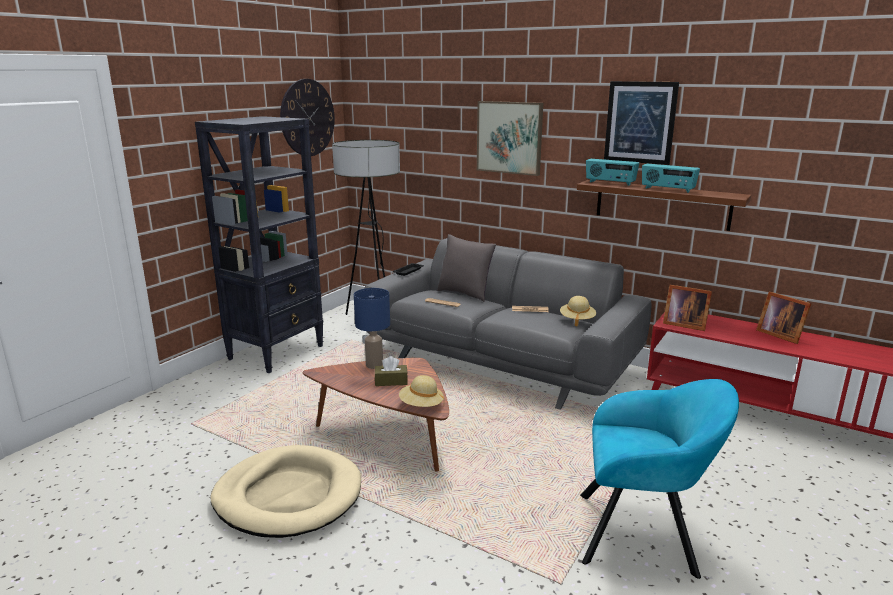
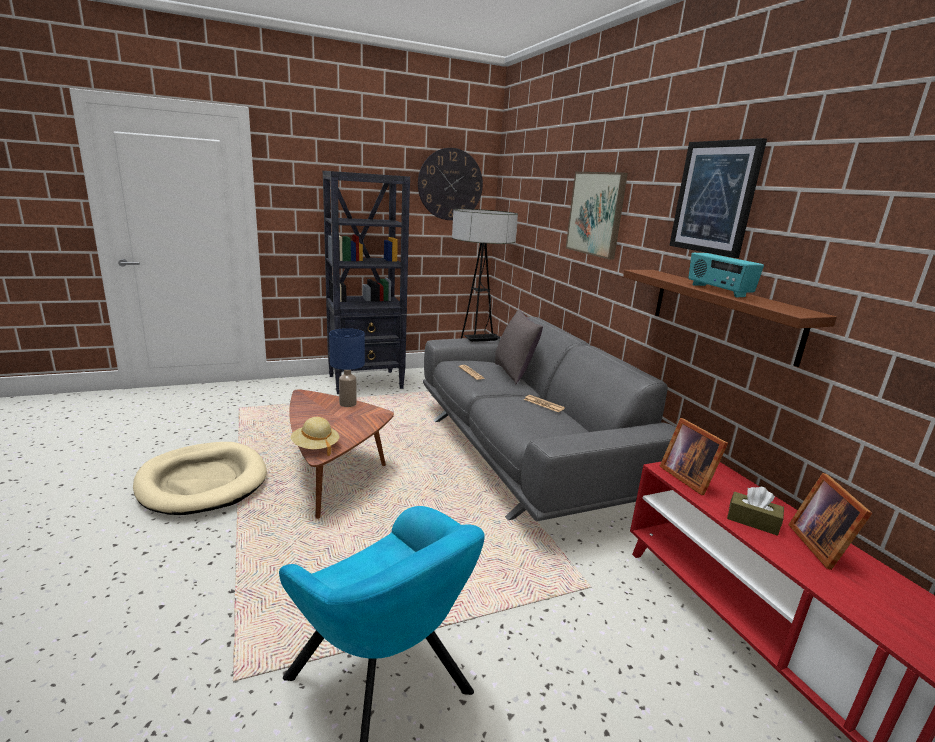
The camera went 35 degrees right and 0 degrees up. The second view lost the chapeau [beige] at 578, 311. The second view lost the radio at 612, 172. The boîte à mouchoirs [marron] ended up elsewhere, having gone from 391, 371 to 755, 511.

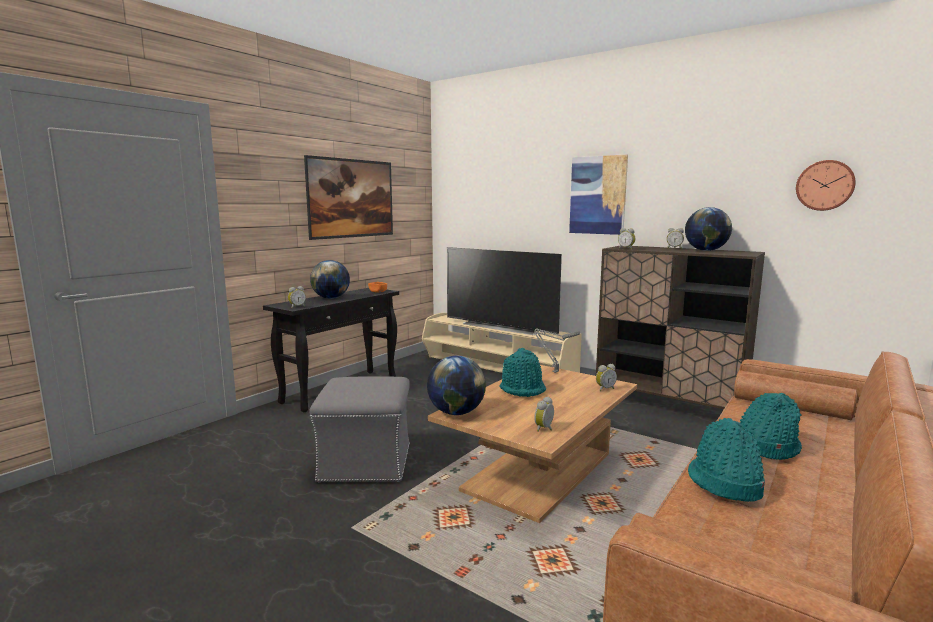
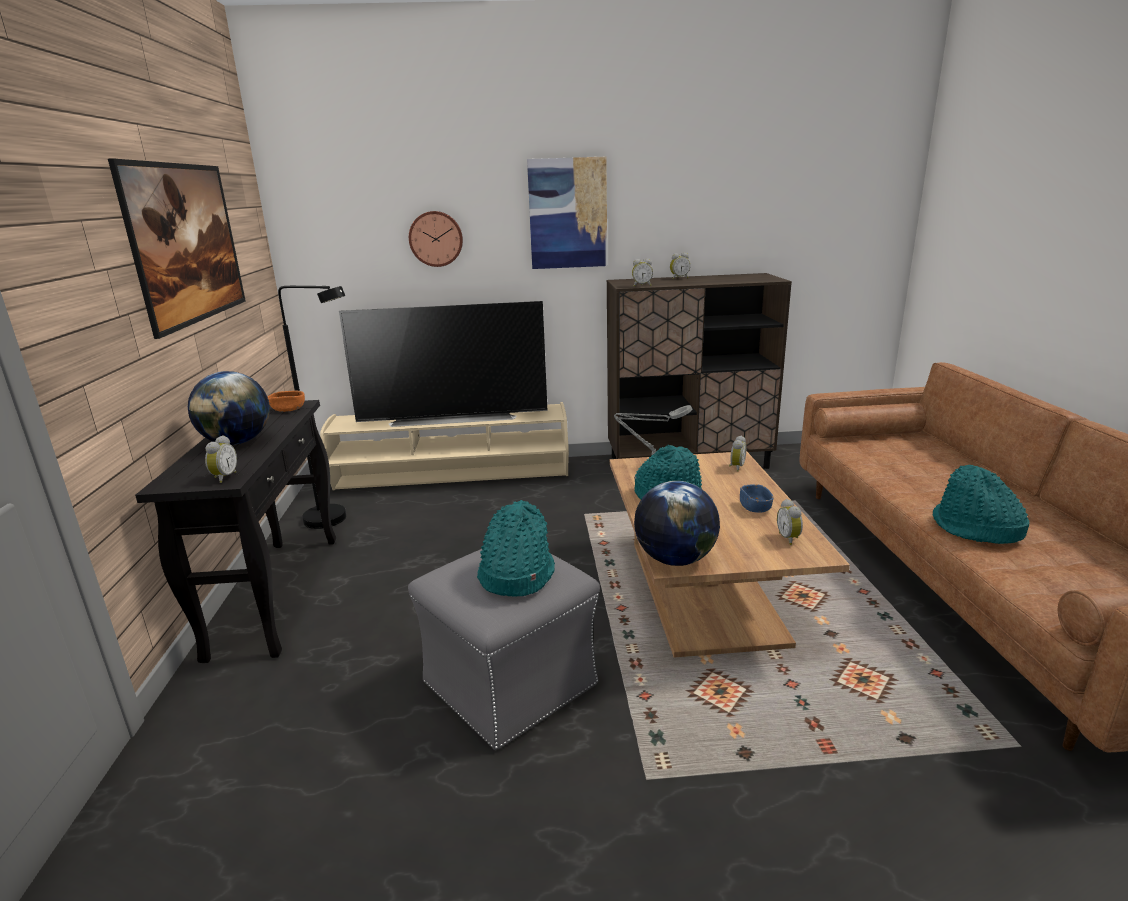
The camera went 40 degrees left and 10 degrees up. The second view lost the globe at 708, 229. The second view gained the lampadaire [noir] at 312, 407. The second view gained the bol [bleu] at 756, 498. The chapeau [turquoise] ended up elsewhere, having gone from 771, 426 to 516, 548. The horloge murale ended up elsewhere, having gone from 826, 185 to 436, 239.

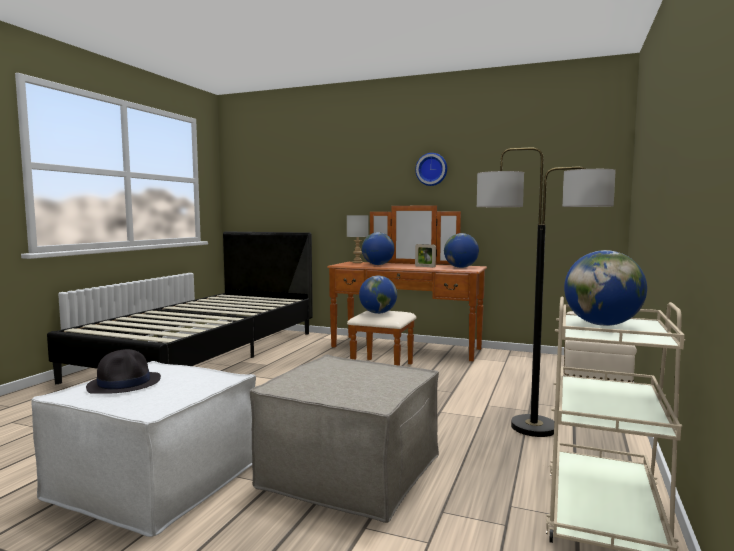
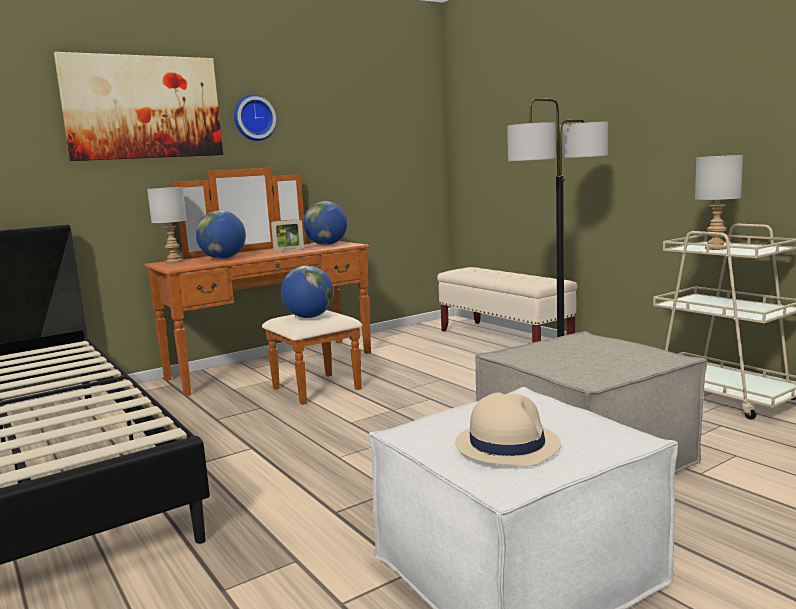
The camera went 55 degrees left and 5 degrees up. The second view gained the tableau at 138, 106. Where the globe stood at 605, 288, the lampe de table [gris] came to stand at 719, 202. What was the chapeau [noir] at 123, 371 turned into the chapeau [beige] at 508, 429.

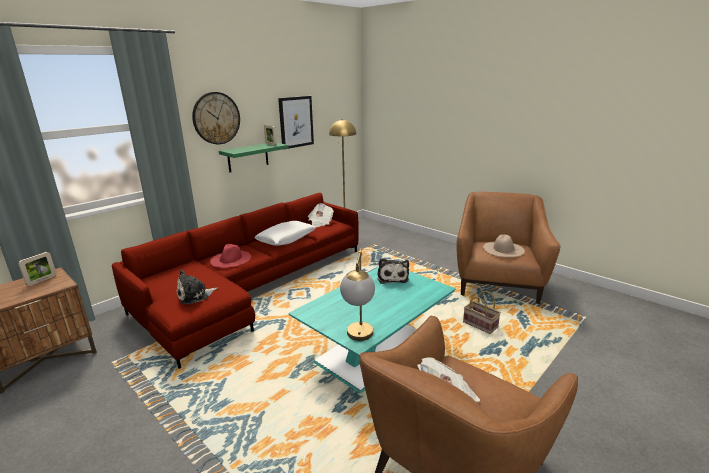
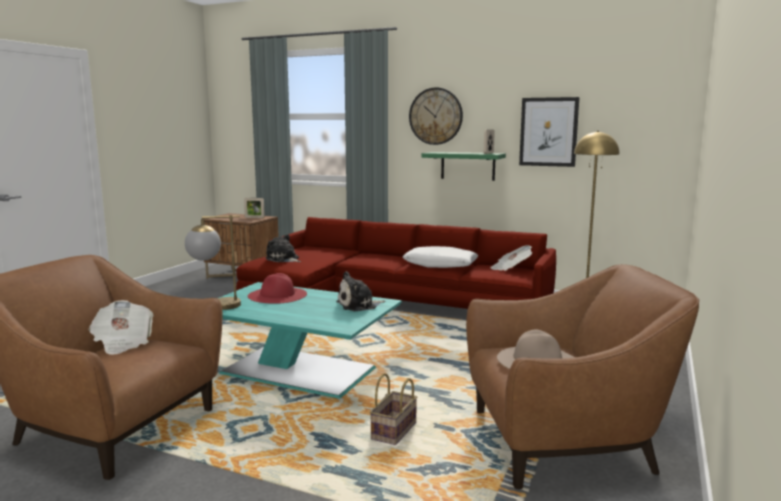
The camera went 70 degrees right and 10 degrees down. The chapeau [rouge] ended up elsewhere, having gone from 230, 256 to 277, 288.

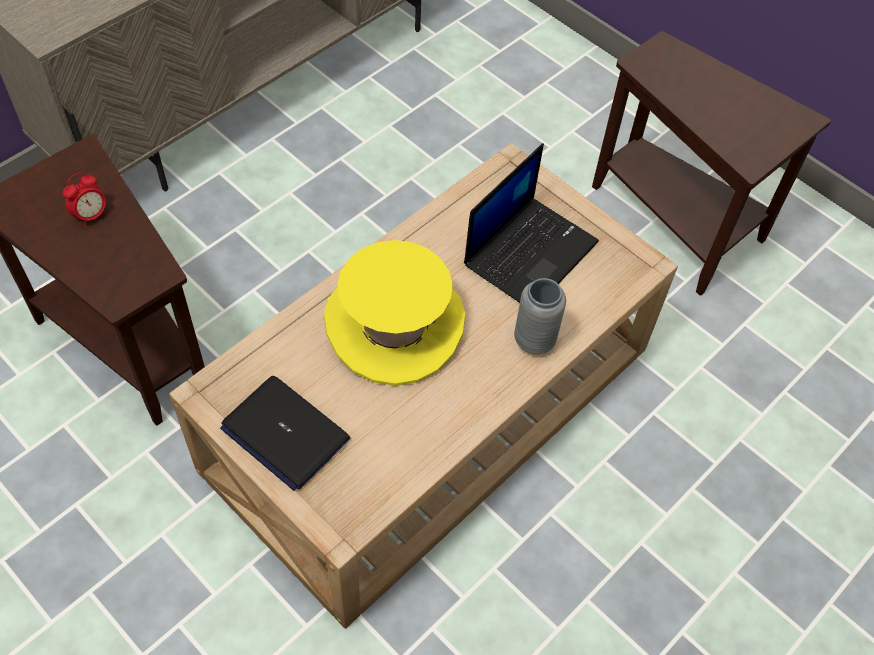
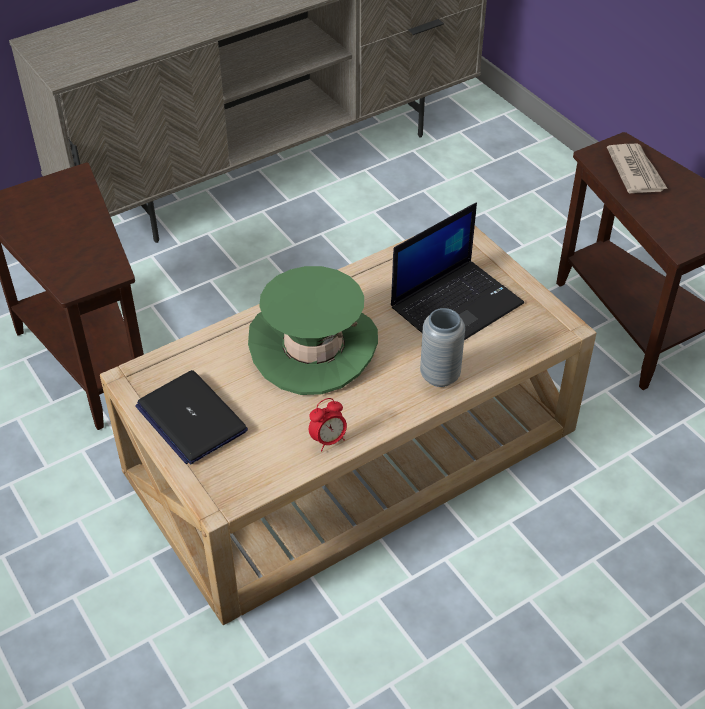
The camera went 15 degrees right and 10 degrees down. The second view gained the journal at 637, 168. The réveil ended up elsewhere, having gone from 85, 200 to 328, 424. What was the chapeau [jaune] at 394, 313 turned into the chapeau [vert] at 313, 330.

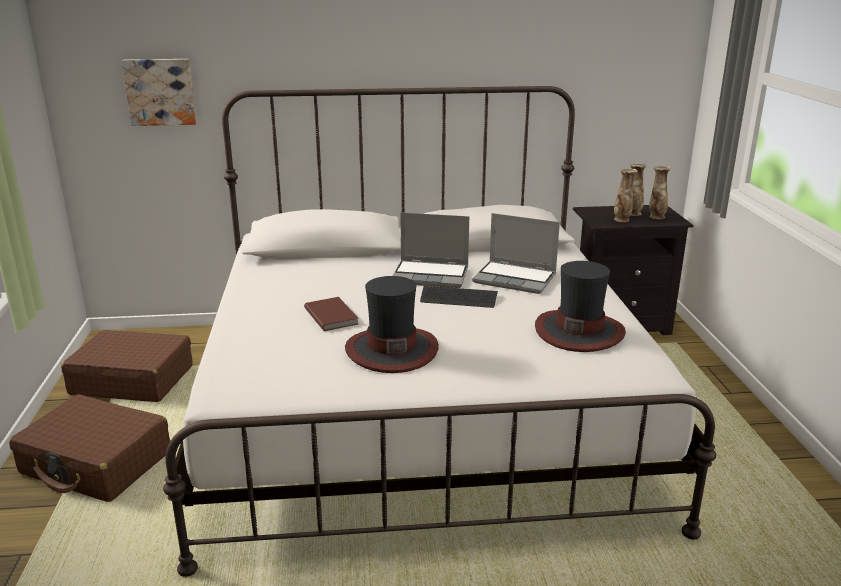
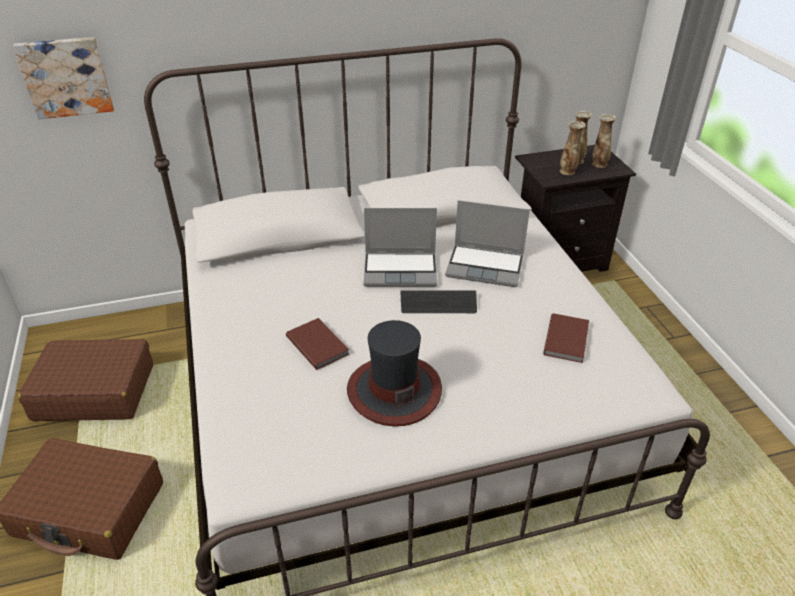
The camera went 10 degrees left and 15 degrees up. Where the chapeau stood at 580, 306, the livre [marron] came to stand at 566, 338.

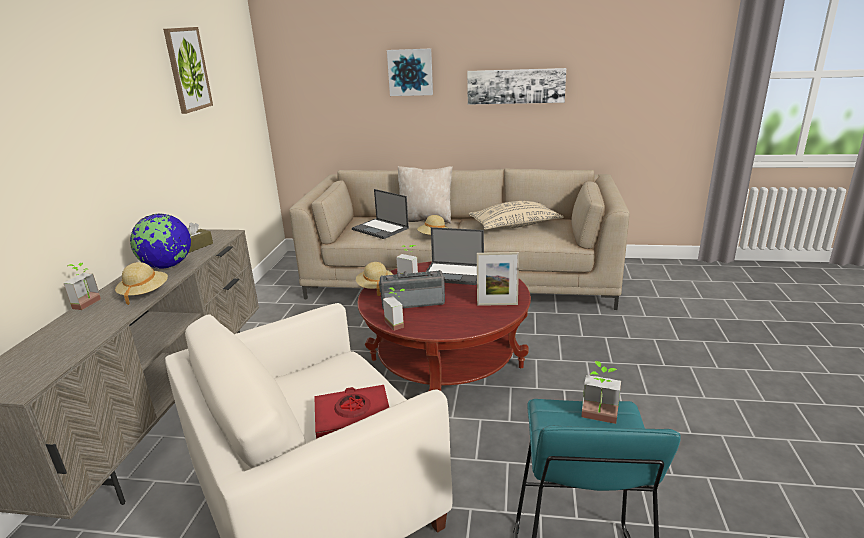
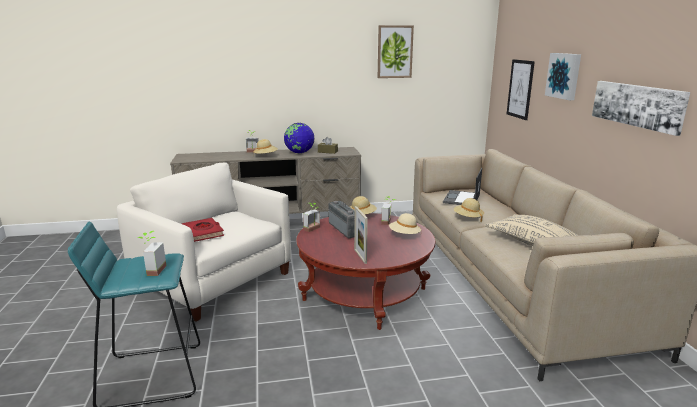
The camera went 70 degrees right and 5 degrees down. The second view lost the coussin [beige] at 425, 195. The second view gained the tableau at 521, 89. Where the ordinateur portable stood at 455, 256, the chapeau [beige] came to stand at 405, 223.

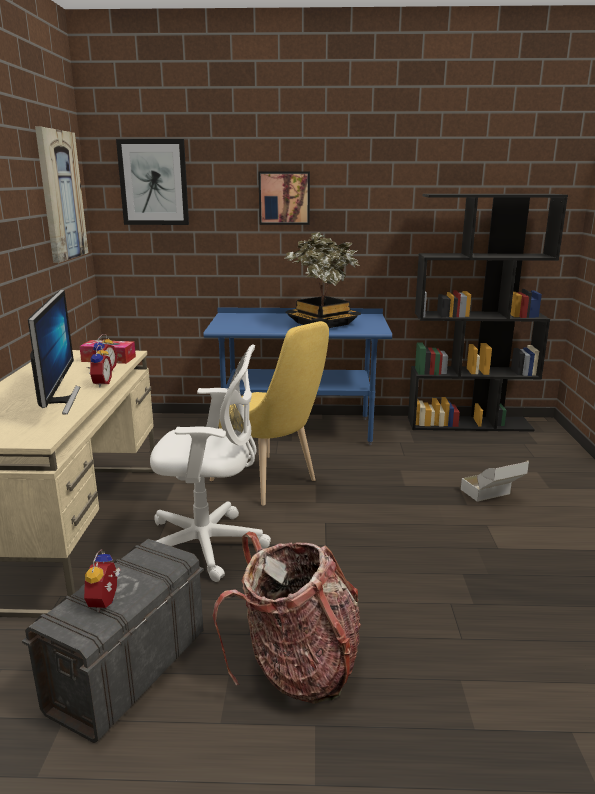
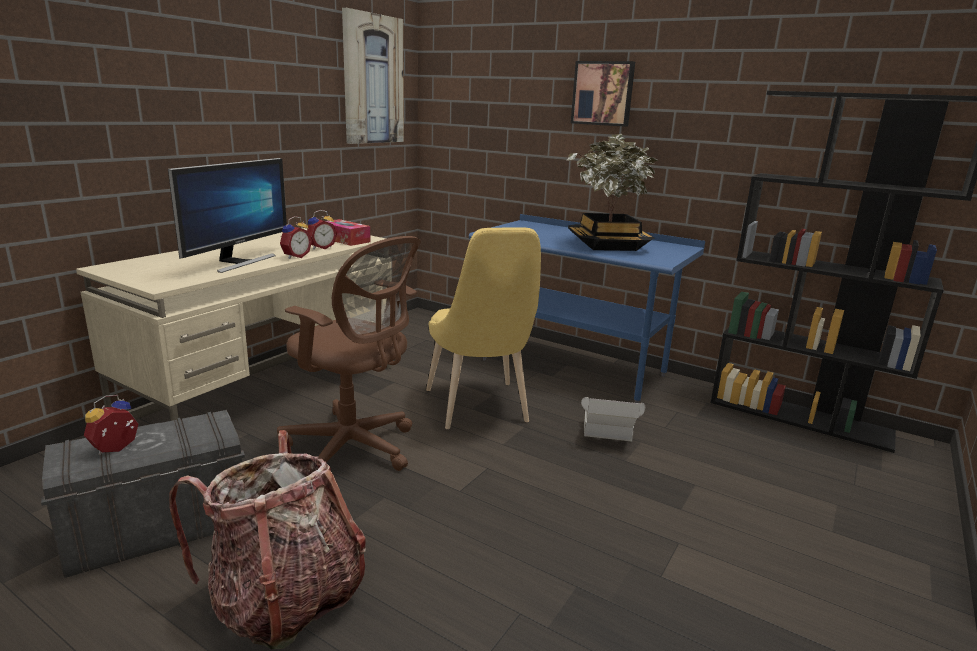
The camera went 30 degrees right and 0 degrees up. The second view lost the tableau at 152, 182. The carton ended up elsewhere, having gone from 495, 481 to 613, 419. What was the chaise de bureau [blanc] at 210, 463 turned into the chaise de bureau [marron] at 349, 353.

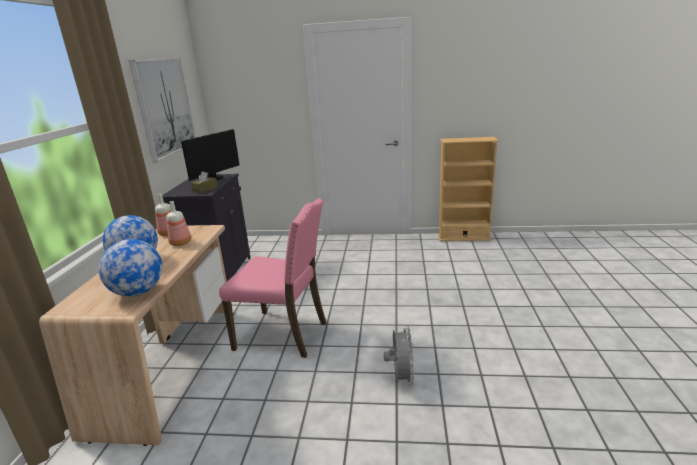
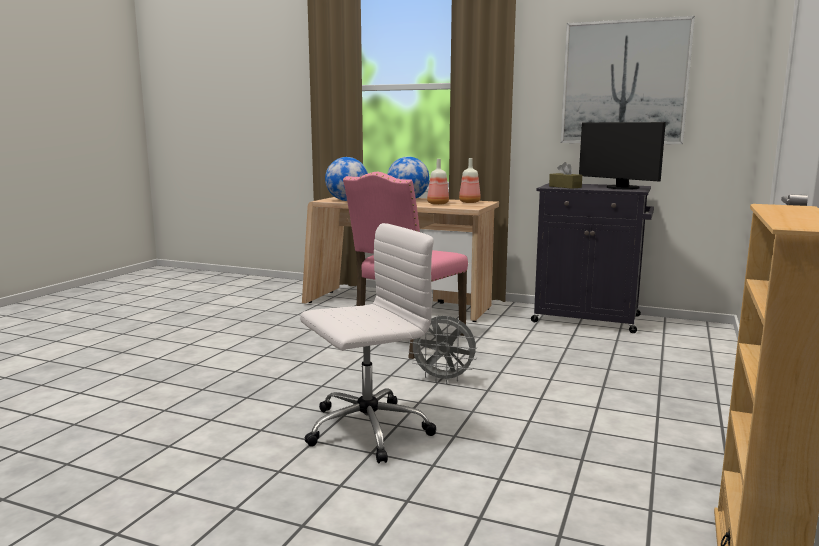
The camera went 105 degrees right and 10 degrees down. The second view gained the chaise de bureau [blanc] at 368, 343. The ventilateur [gris] ended up elsewhere, having gone from 399, 356 to 443, 349.

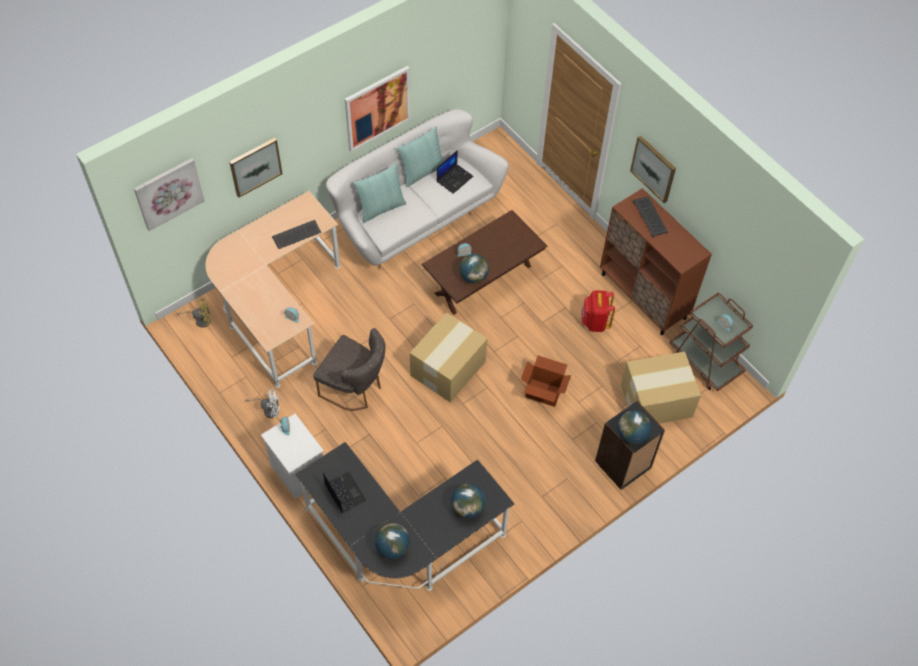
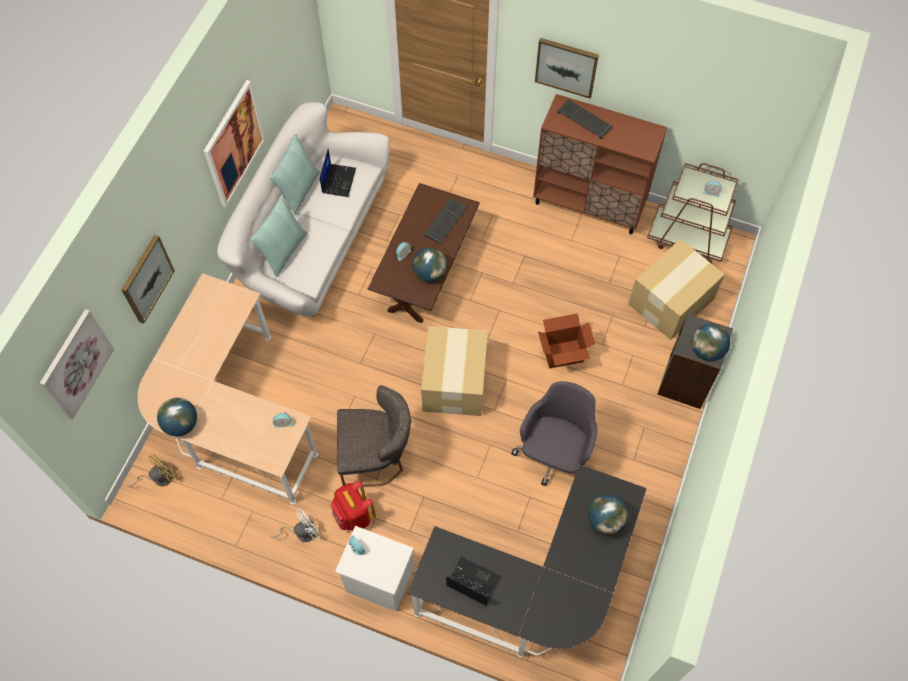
The camera went 30 degrees left and 5 degrees up. The second view gained the chaise de bureau [gris] at 554, 433. The clavier ended up elsewhere, having gone from 296, 234 to 445, 220. The globe ended up elsewhere, having gone from 392, 541 to 177, 417. The sac à dos [rouge] ended up elsewhere, having gone from 598, 311 to 353, 506.

